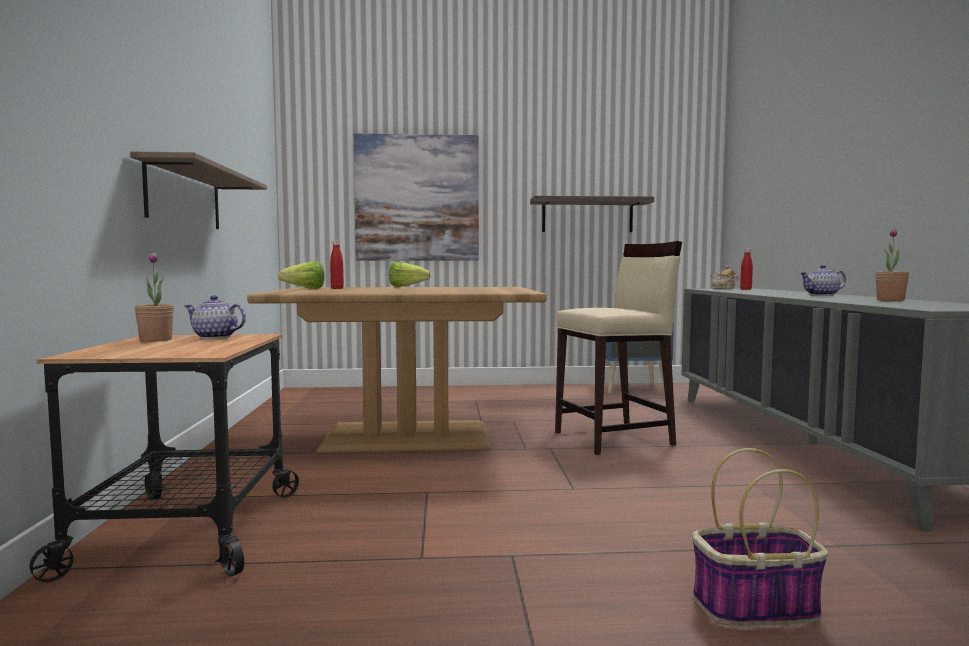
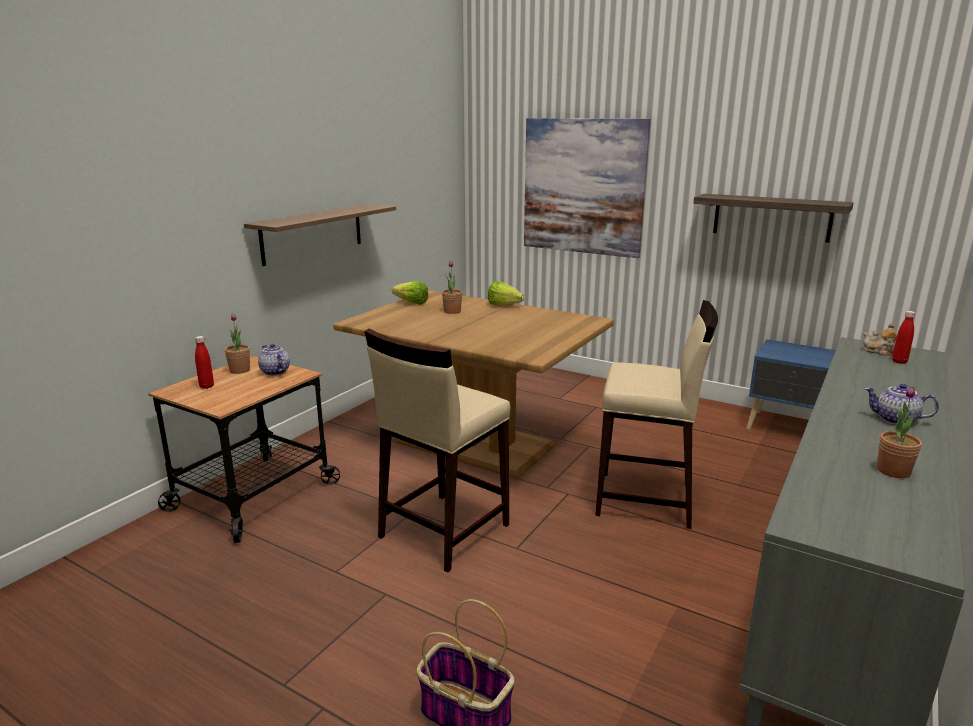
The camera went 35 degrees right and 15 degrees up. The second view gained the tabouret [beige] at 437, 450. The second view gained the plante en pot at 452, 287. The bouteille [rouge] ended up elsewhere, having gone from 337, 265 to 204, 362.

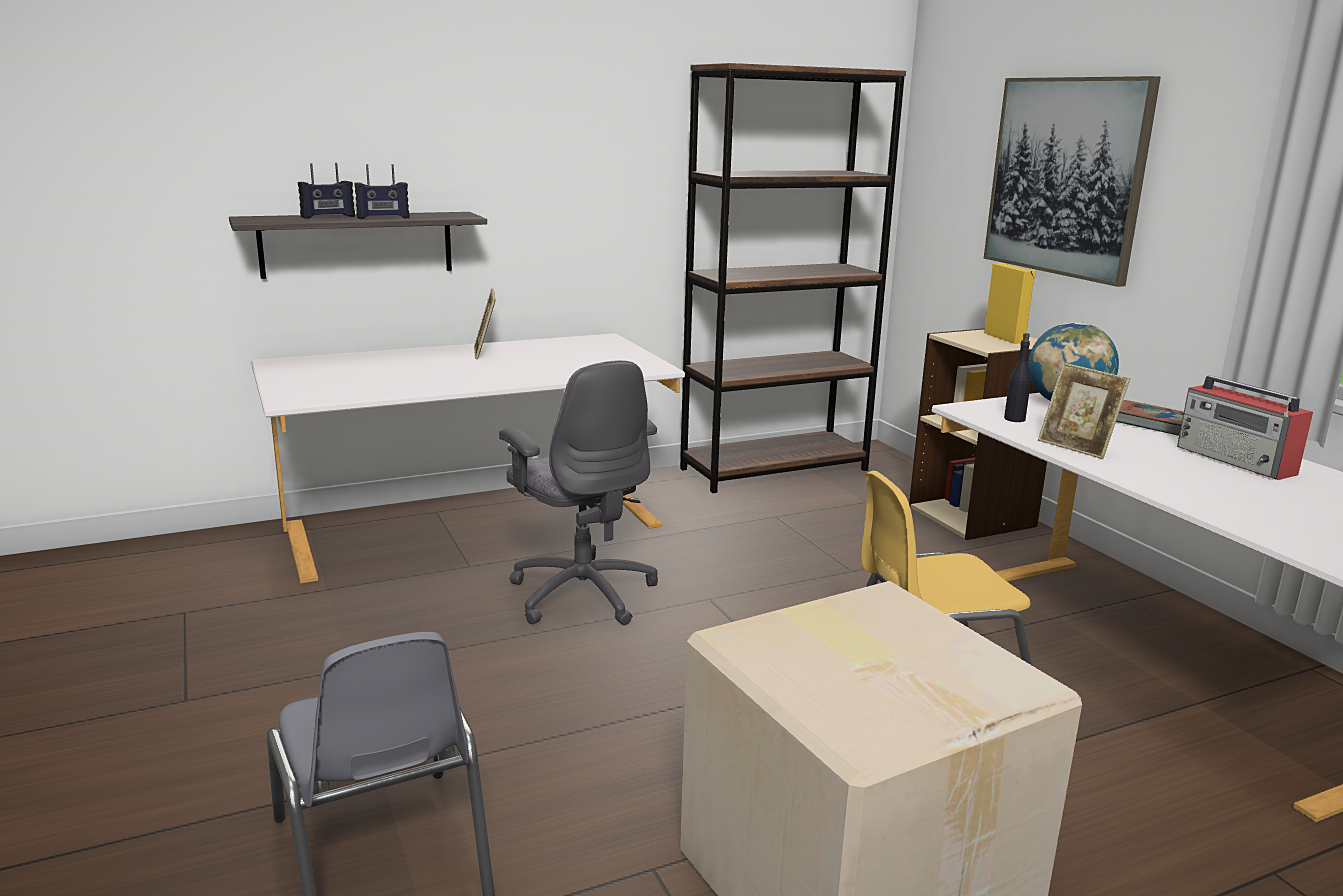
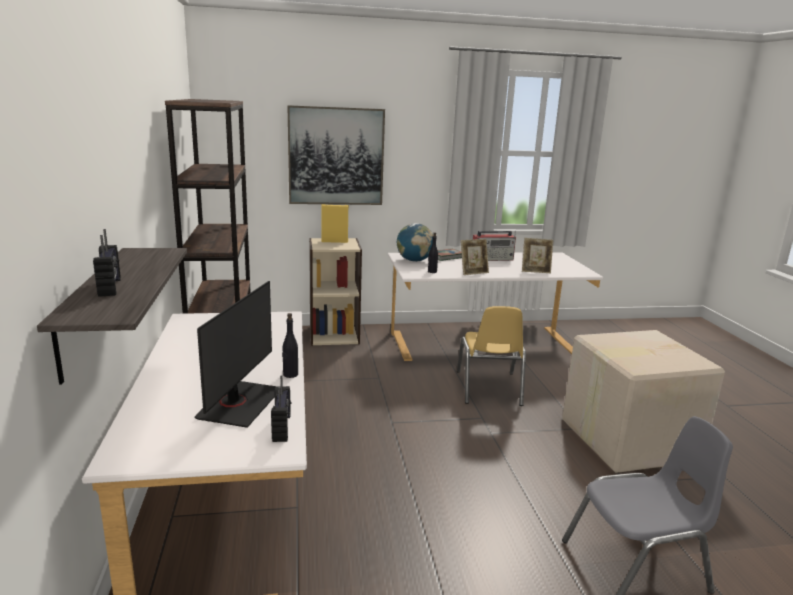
The camera went 75 degrees left and 0 degrees up. The second view lost the chaise de bureau [gris] at 578, 492. The second view gained the écran d'ordinateur at 235, 354. The second view gained the bouteille [noir] at 290, 345. The radio ended up elsewhere, having gone from 382, 191 to 281, 409. The cadre photo ended up elsewhere, having gone from 484, 323 to 537, 255.

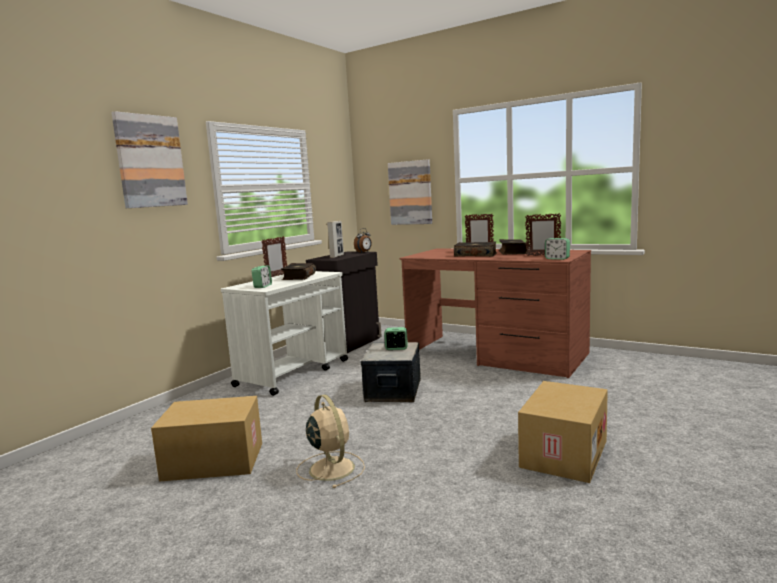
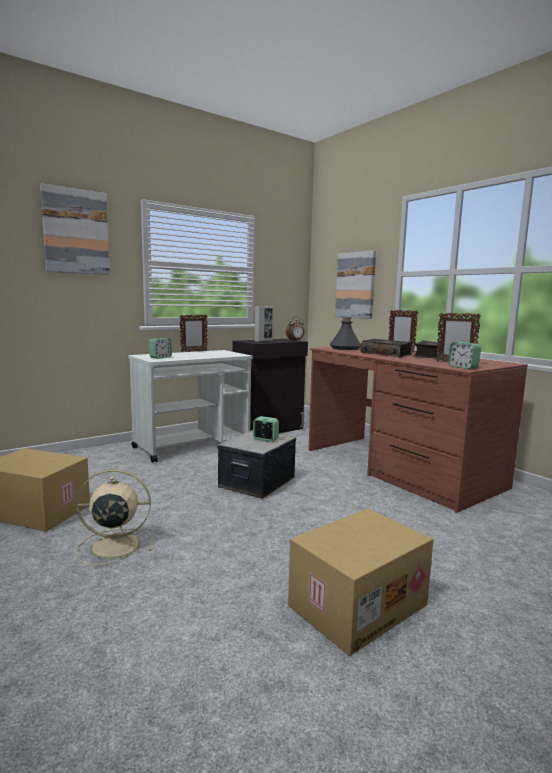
The camera went 20 degrees right and 0 degrees up. The second view lost the livre at 298, 271. The second view gained the bouteille [gris] at 345, 333. The ventilateur [beige] at 330, 441 ended up facing another way, 90 degrees counterclockwise from before.

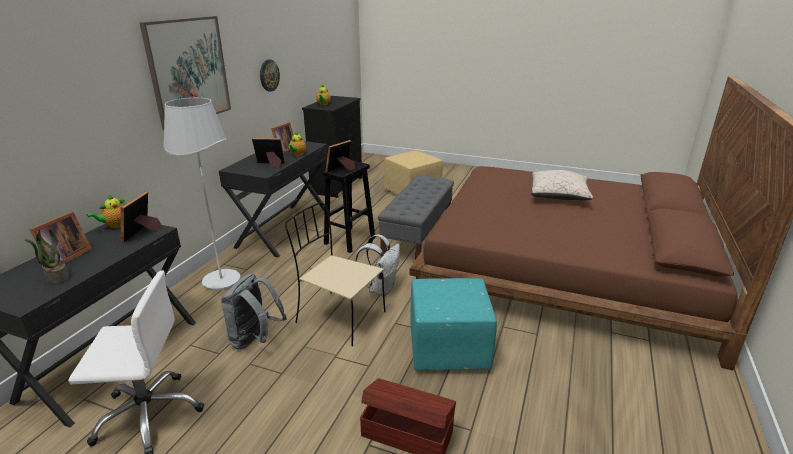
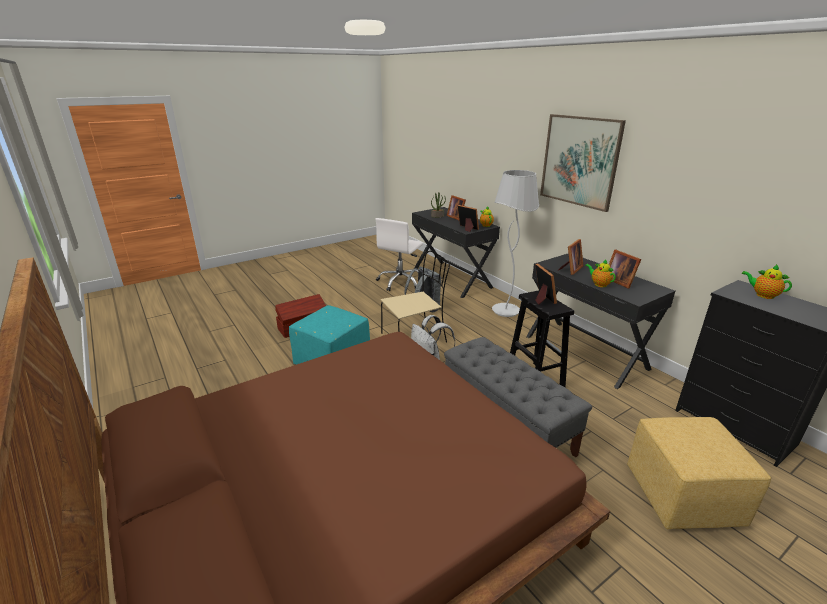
The camera went 125 degrees right and 0 degrees up. The second view lost the horloge murale at 270, 75. The second view lost the coussin [beige] at 562, 185.

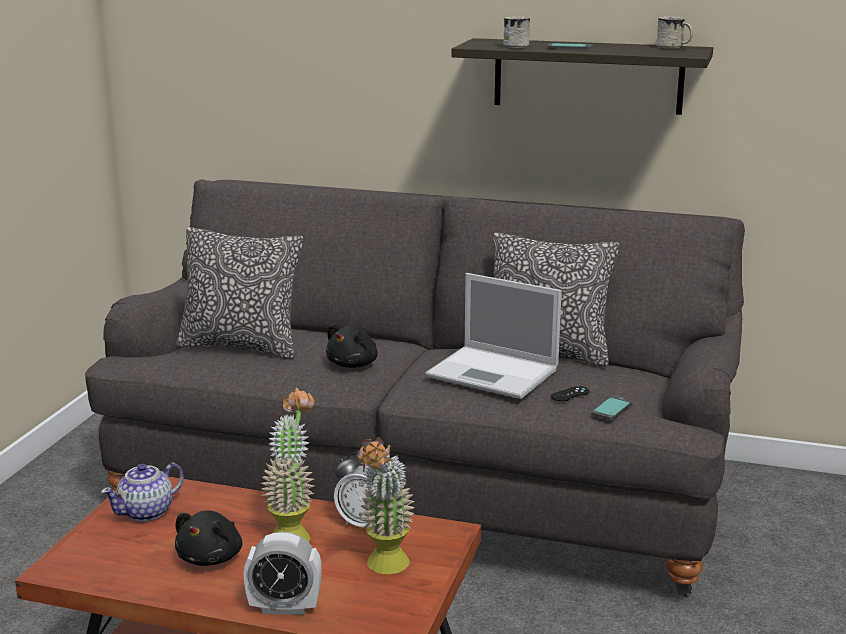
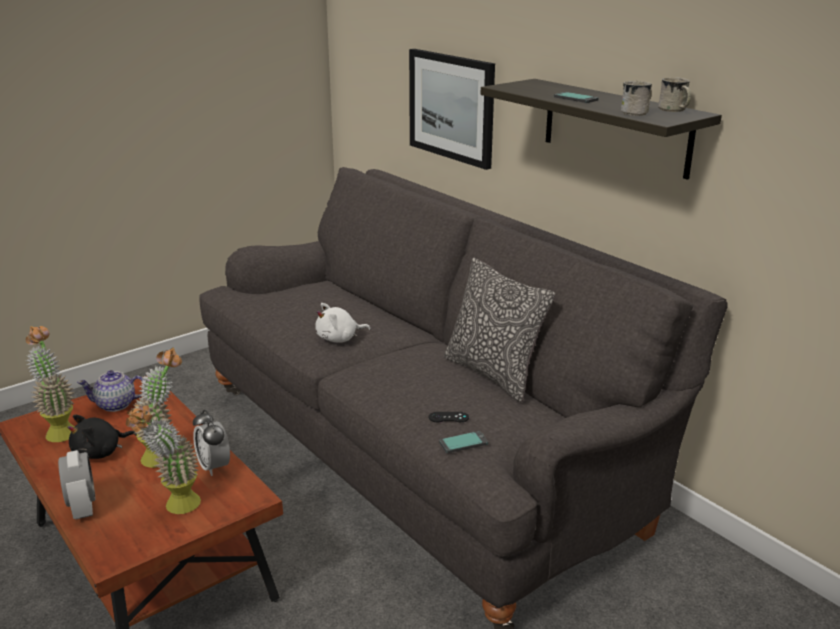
The camera went 35 degrees right and 5 degrees up. The second view lost the coussin at 239, 293. The second view lost the ordinateur portable at 493, 336. The second view gained the plante en pot at 50, 384. The second view gained the tableau at 452, 109. The mug [blanc] ended up elsewhere, having gone from 516, 32 to 636, 98. What was the peluche [noir] at 352, 346 turned into the peluche [blanc] at 343, 323. The réveil at 283, 573 ended up facing another way, 150 degrees counterclockwise from before.

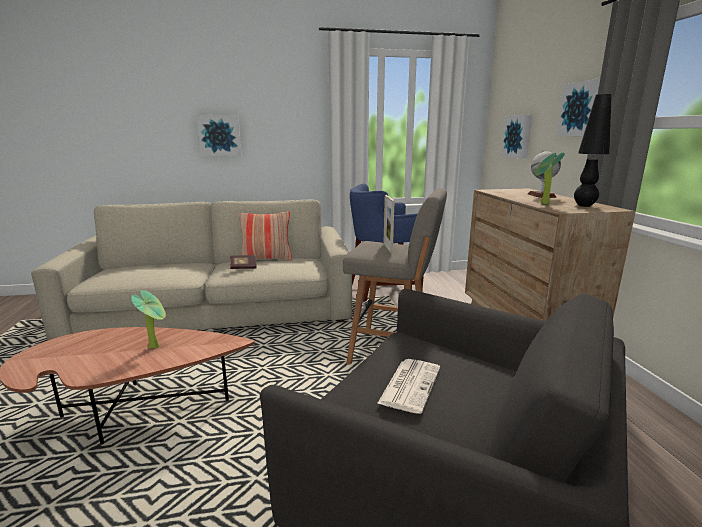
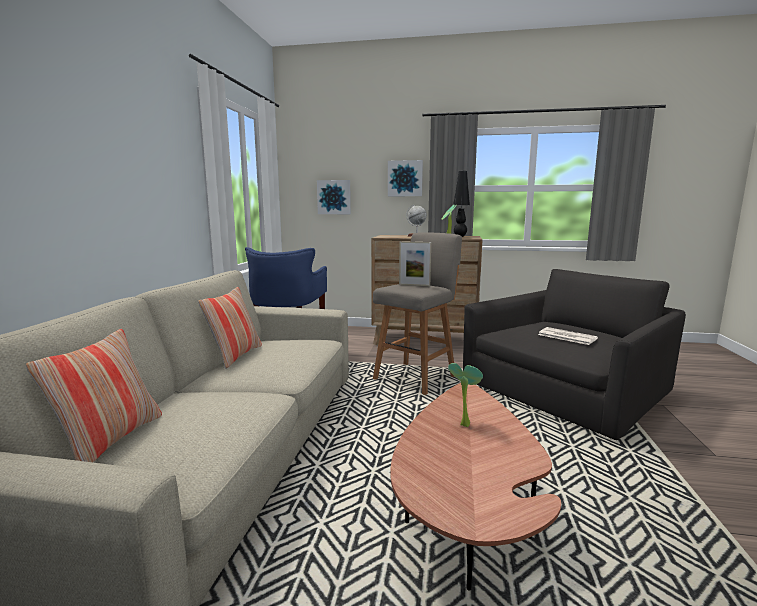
The camera went 70 degrees left and 5 degrees down. The second view lost the tableau at 219, 135. The second view lost the livre at 243, 262. The second view gained the coussin at 94, 395.

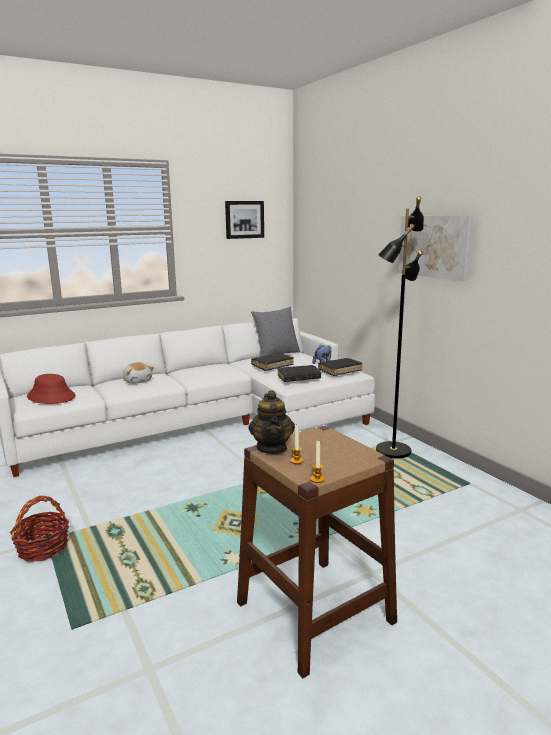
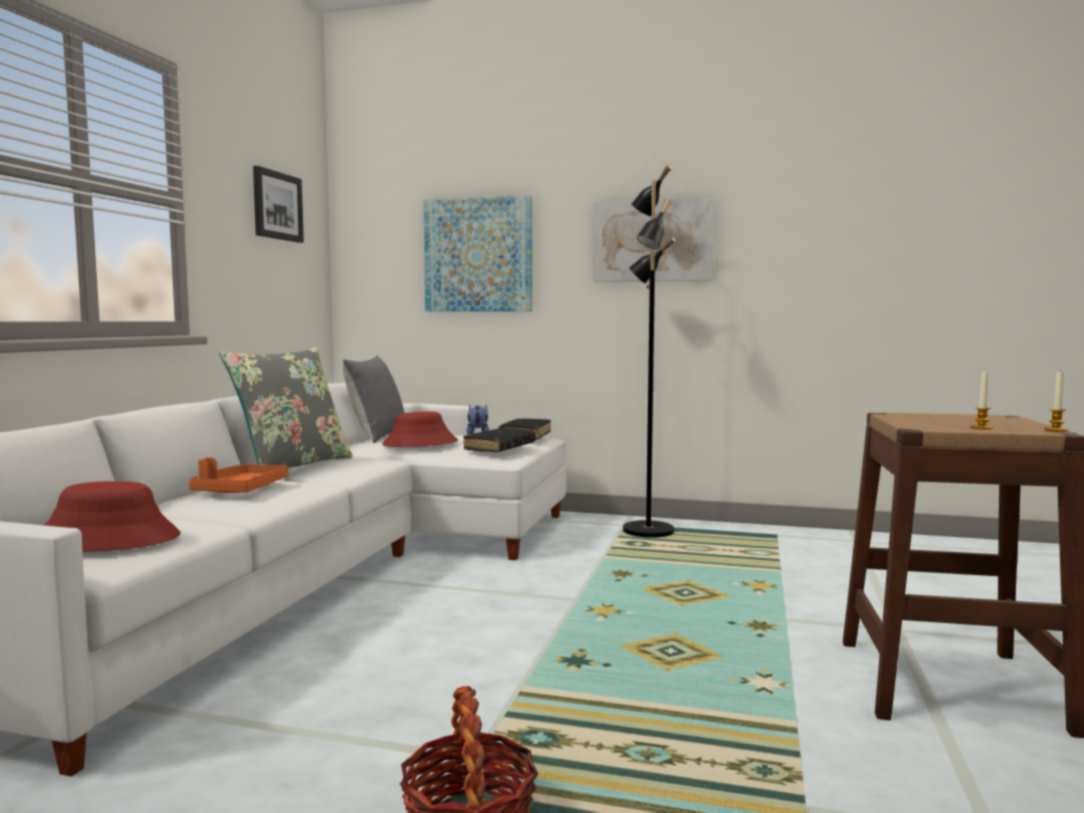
The camera went 45 degrees left and 10 degrees down. The second view lost the théière at 271, 422. The second view gained the coussin [gris] at 286, 408. The second view gained the tableau at 477, 253. Where the peluche stood at 138, 373, the plateau [orange] came to stand at 238, 475. Where the livre [noir] stood at 272, 362, the chapeau [rouge] came to stand at 420, 429.

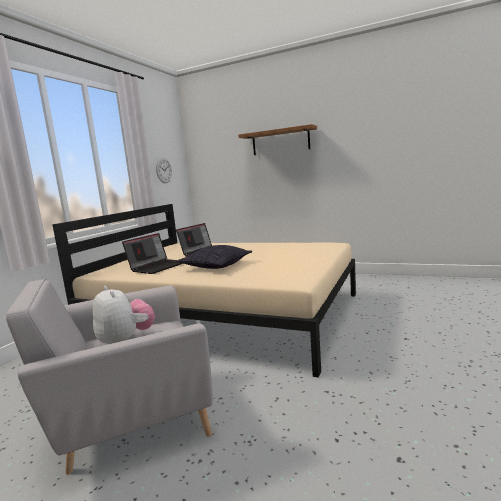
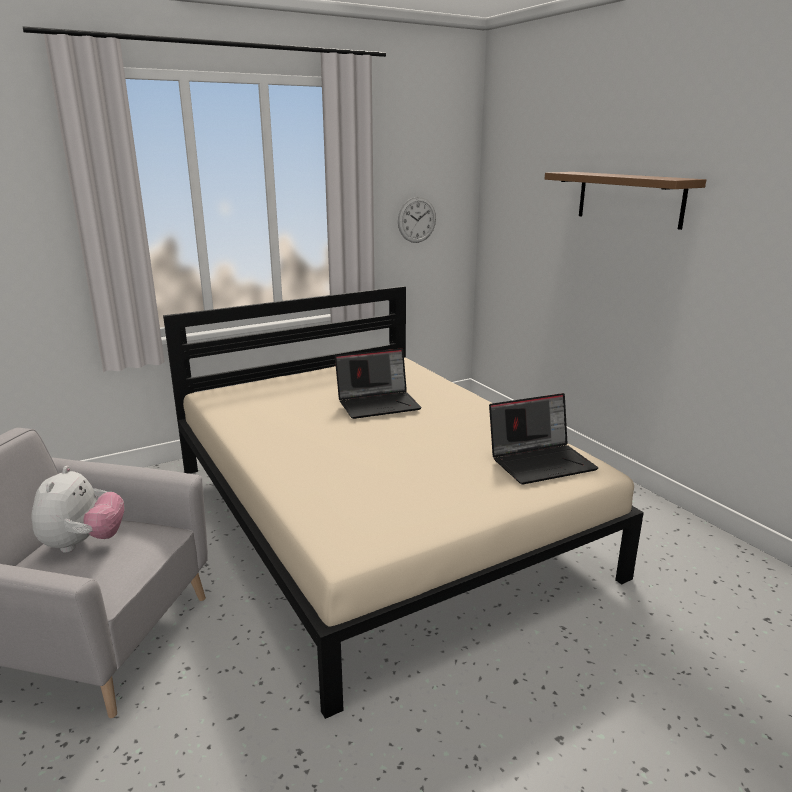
The camera went 35 degrees right and 10 degrees up. The second view lost the coussin at 214, 257. The ordinateur portable ended up elsewhere, having gone from 153, 253 to 543, 439.

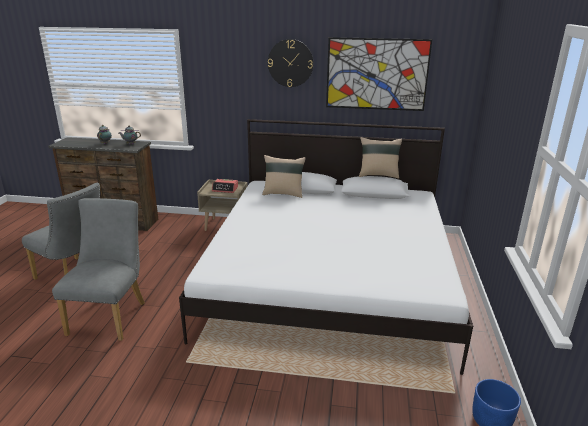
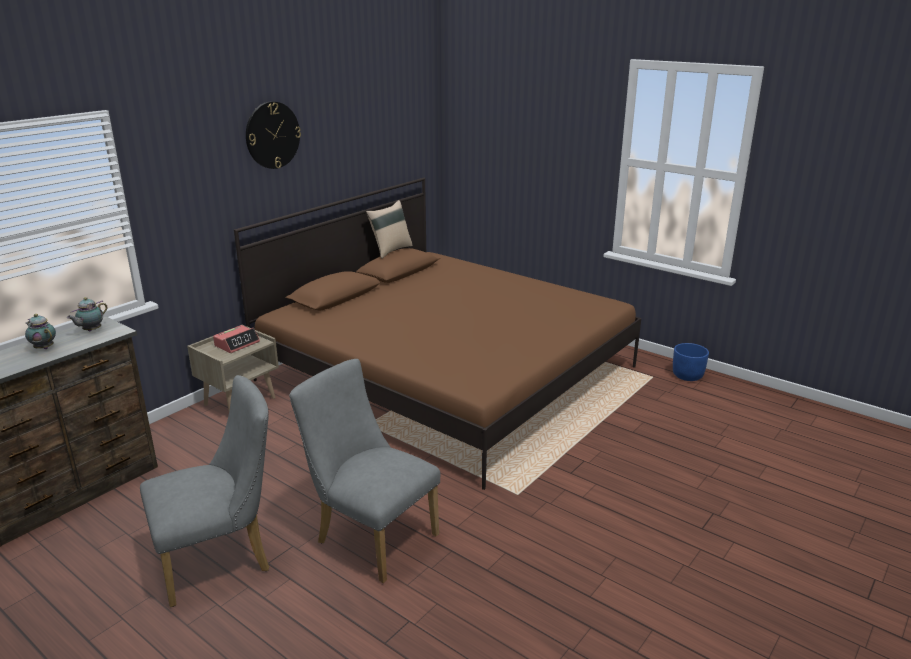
The camera went 60 degrees left and 0 degrees up. The second view lost the coussin [beige] at 284, 176. The second view lost the tableau at 379, 74. What was the lit [blanc] at 326, 247 turned into the lit [marron] at 437, 333.

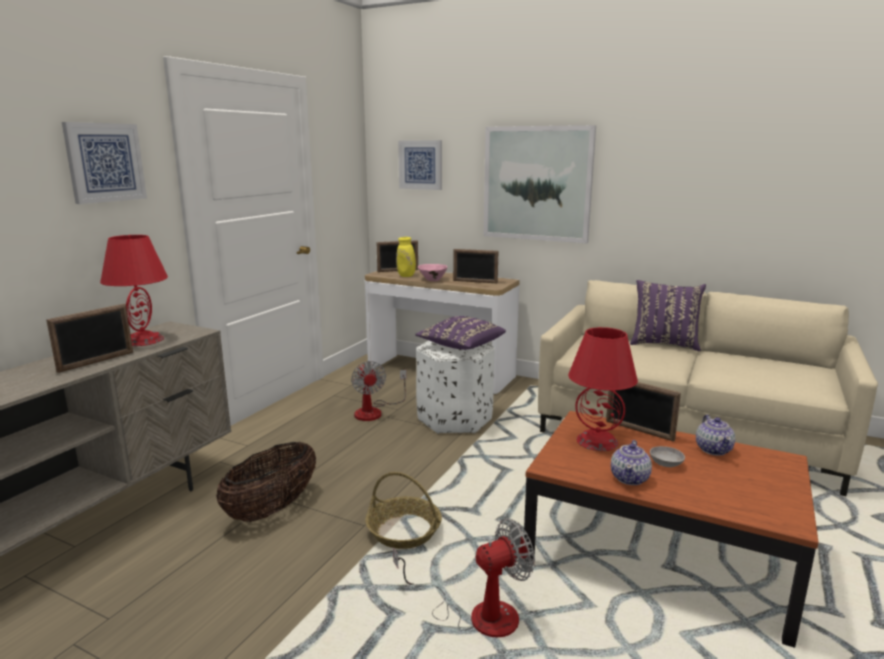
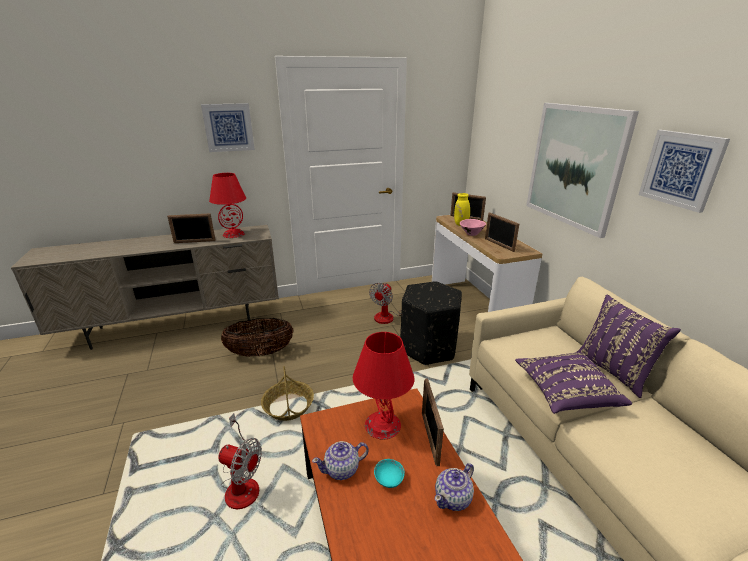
The camera went 45 degrees right and 10 degrees up. The tableau ended up elsewhere, having gone from 420, 165 to 684, 171. The coussin [violet] ended up elsewhere, having gone from 460, 333 to 573, 383. What was the pouf [blanc] at 455, 387 turned into the pouf [noir] at 431, 323. What was the bol [gris] at 667, 456 turned into the bol [turquoise] at 389, 473.

